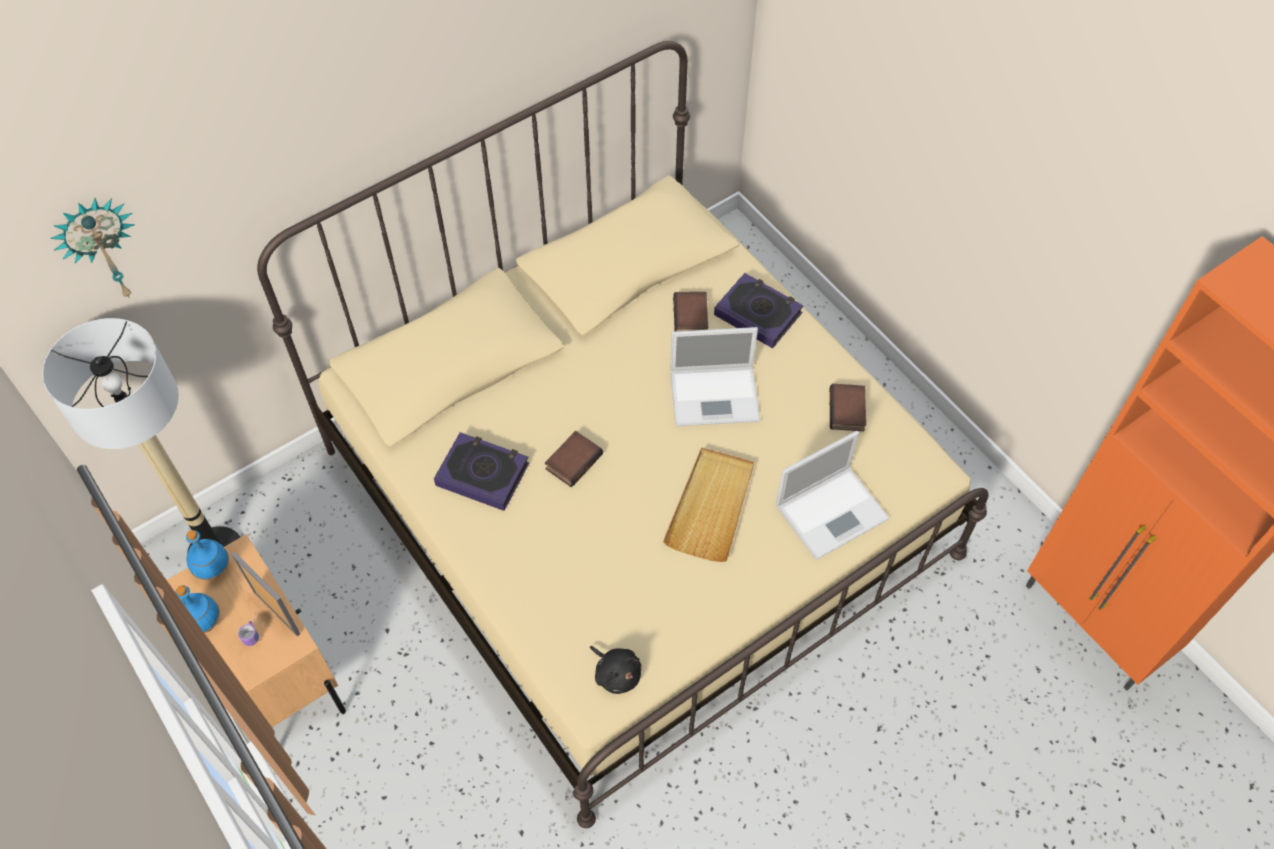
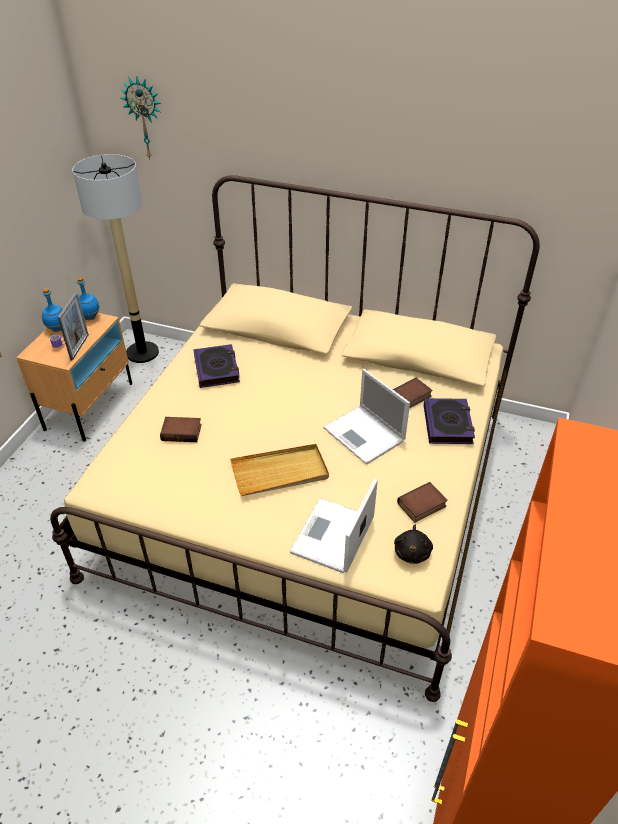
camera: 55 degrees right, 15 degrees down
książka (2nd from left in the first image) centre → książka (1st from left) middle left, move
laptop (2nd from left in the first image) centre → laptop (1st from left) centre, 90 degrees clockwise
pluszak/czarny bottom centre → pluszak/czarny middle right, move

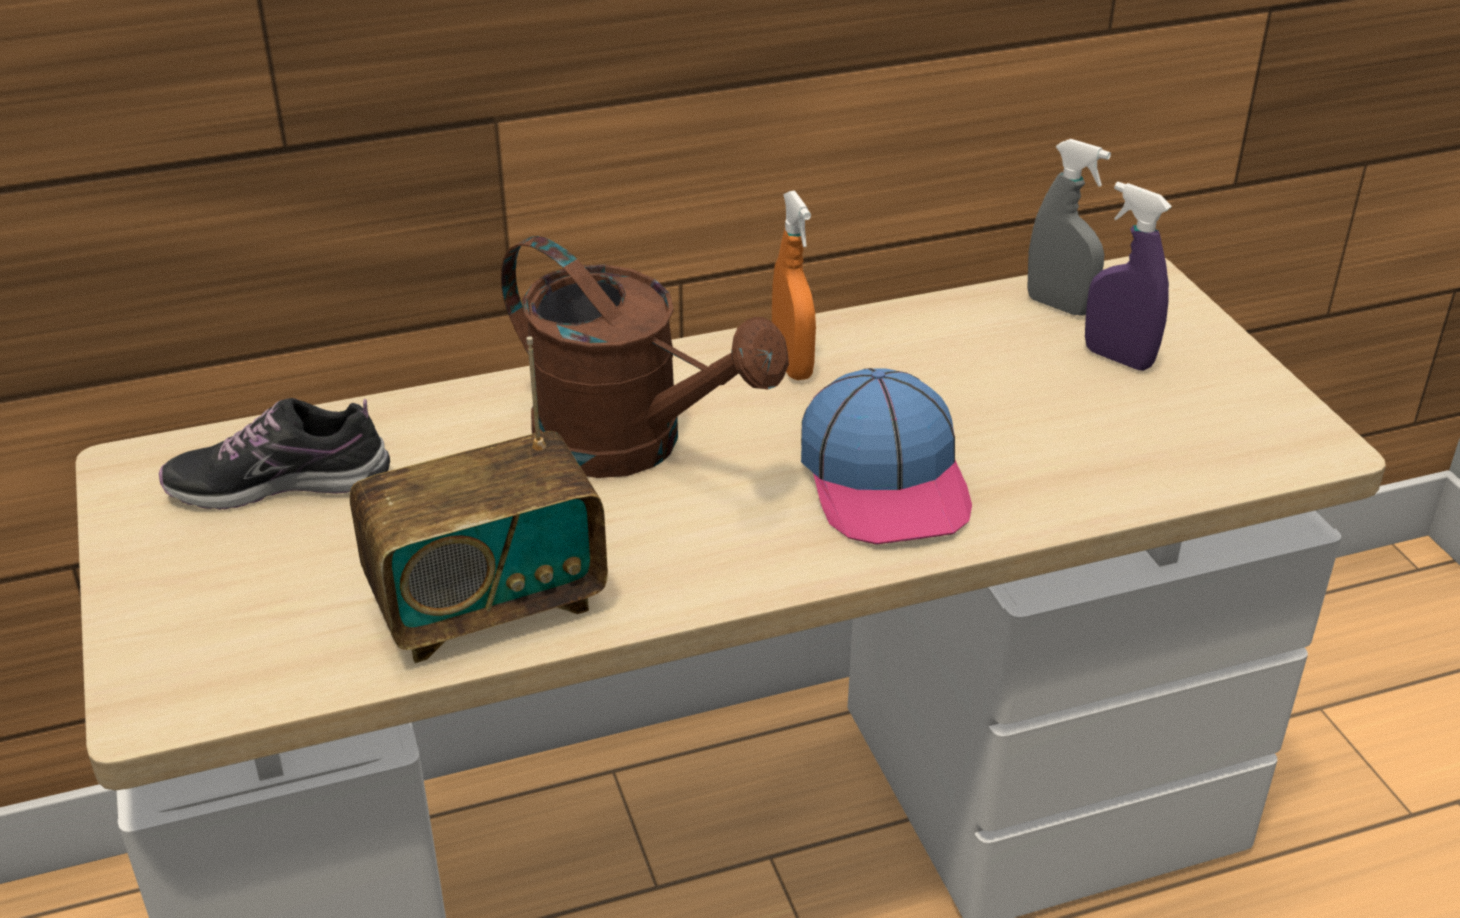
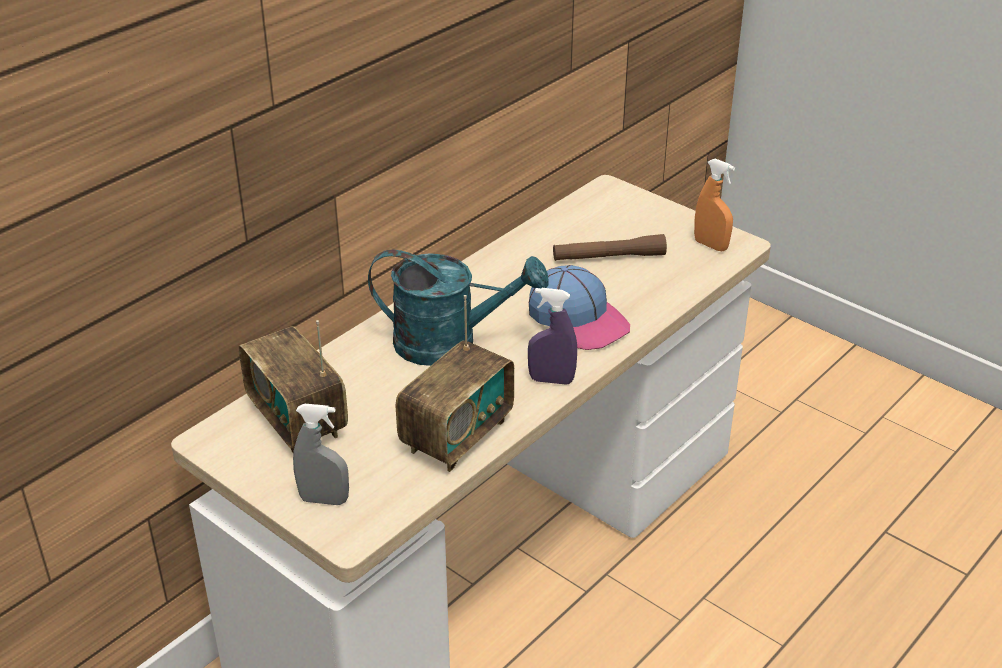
camera: 30 degrees left, 0 degrees up
spryskiwacz/szary top right → spryskiwacz/szary bottom left, move
spryskiwacz/fioletowy top right → spryskiwacz/fioletowy centre, move
spryskiwacz/pomarańczowy top centre → spryskiwacz/pomarańczowy top right, move
konewka/brązowy centre → konewka/turkusowy centre
but middle left → radio (1st from left) middle left
- → latarka/brązowy centre

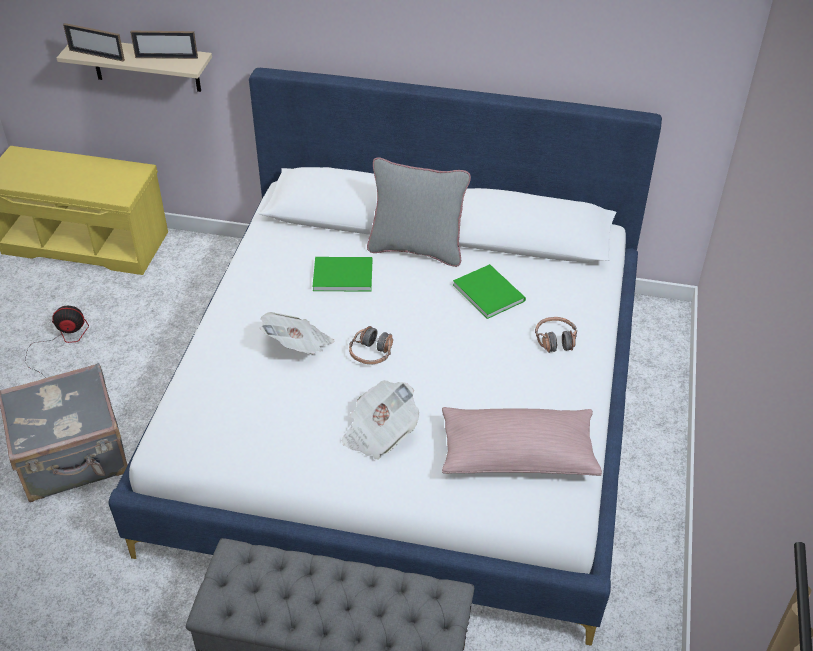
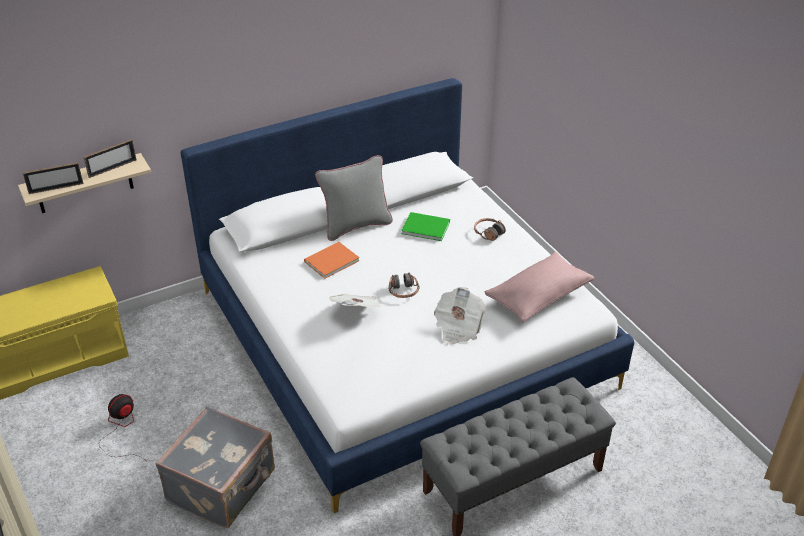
camera: 40 degrees left, 5 degrees down
książka/zielony (1st from left) centre → książka/pomarańczowy centre

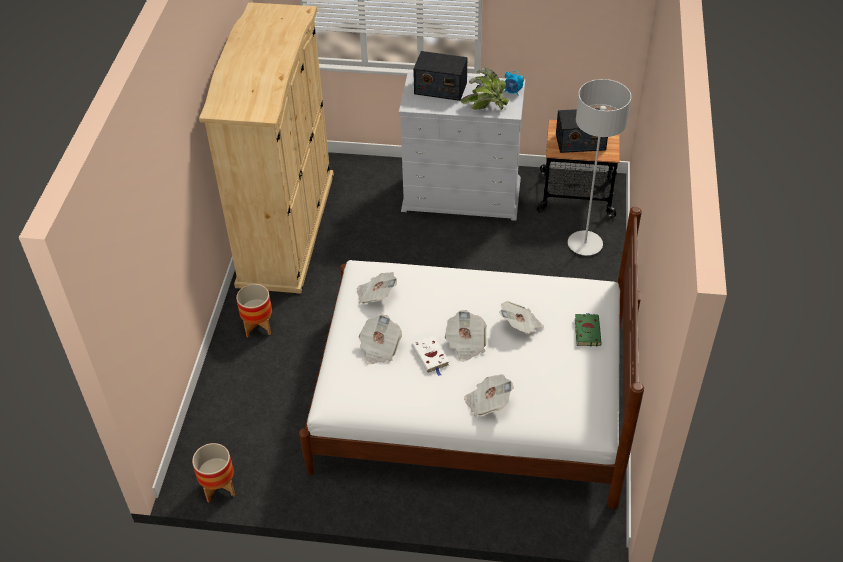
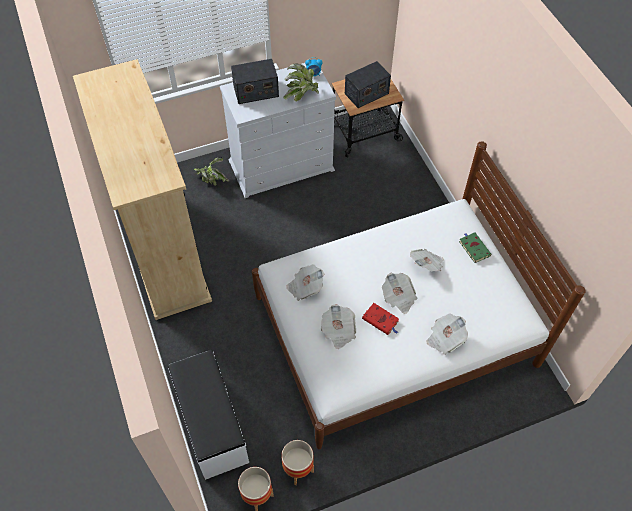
camera: 30 degrees left, 10 degrees up
lampa stojąca/szary top right → -
donica (2nd from left) middle left → donica (2nd from left) bottom centre, move
książka/biały centre → książka/czerwony centre
- → roślina doniczkowa (1st from left) centre
- → ławka/biały bottom left

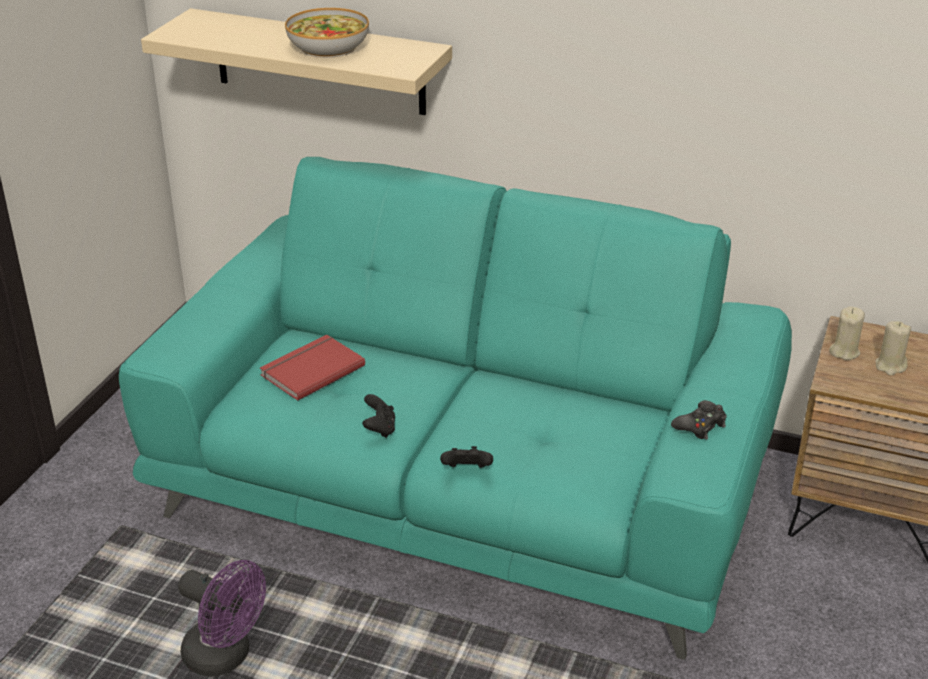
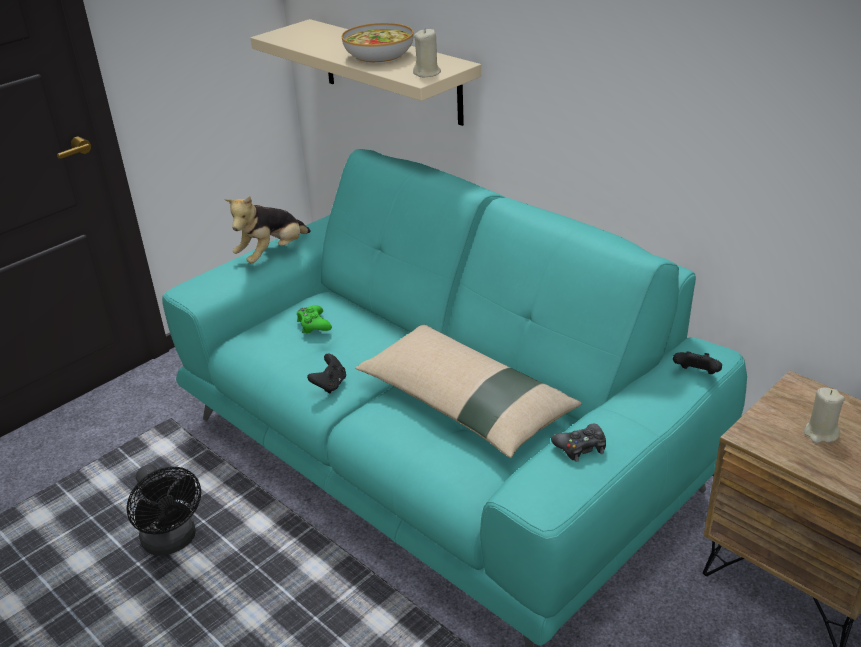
camera: 25 degrees right, 0 degrees up
świeca/beżowy (1st from left) middle right → świeca/beżowy (1st from left) top centre, move
książka/czerwony centre → pad do gier/zielony centre
pad do gier/czarny (2nd from left in the first image) bottom centre → pad do gier/czarny (3rd from left) middle right, move
wentylator/fioletowy bottom left → wentylator/czarny bottom left
- → pluszak middle left
- → poduszka/beżowy centre

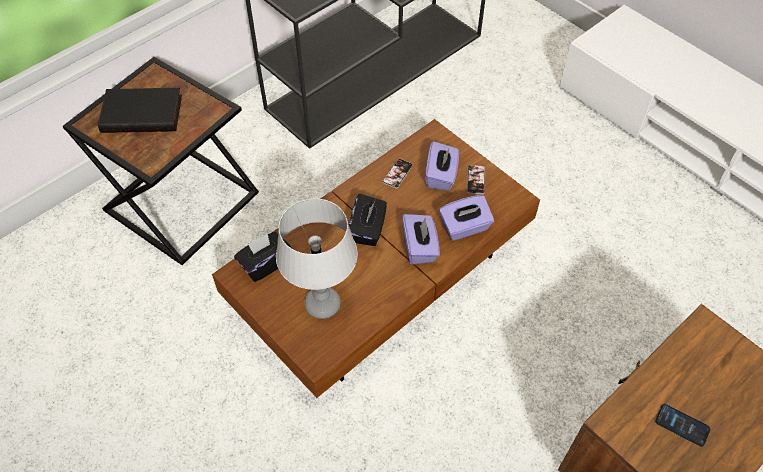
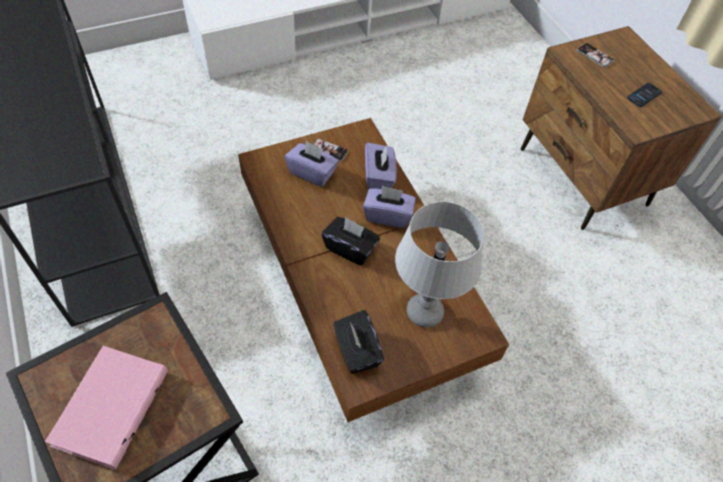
camera: 75 degrees left, 0 degrees up
książka/czarny top left → książka/różowy bottom left
telefon (1st from left in the first image) centre → telefon (2nd from left) top right, move

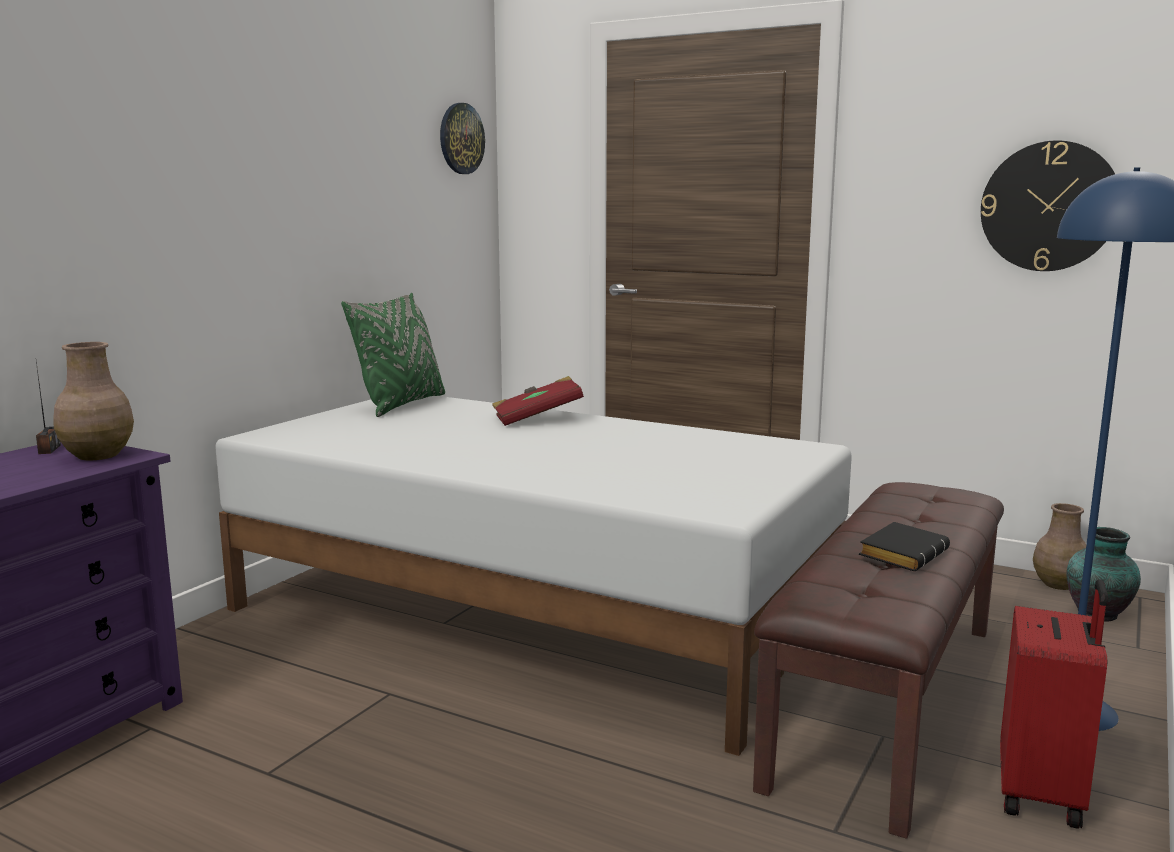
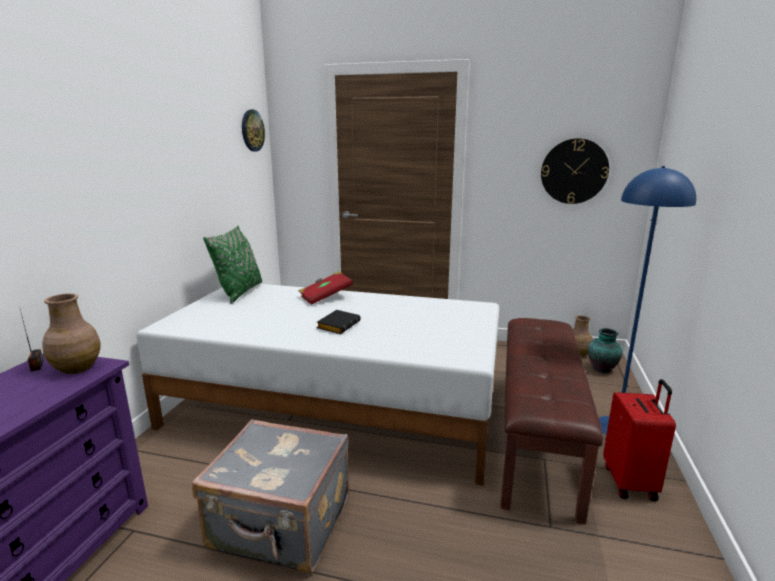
camera: 15 degrees left, 5 degrees up
książka/czarny middle right → książka/czarny centre, move
- → walizka/szary bottom centre

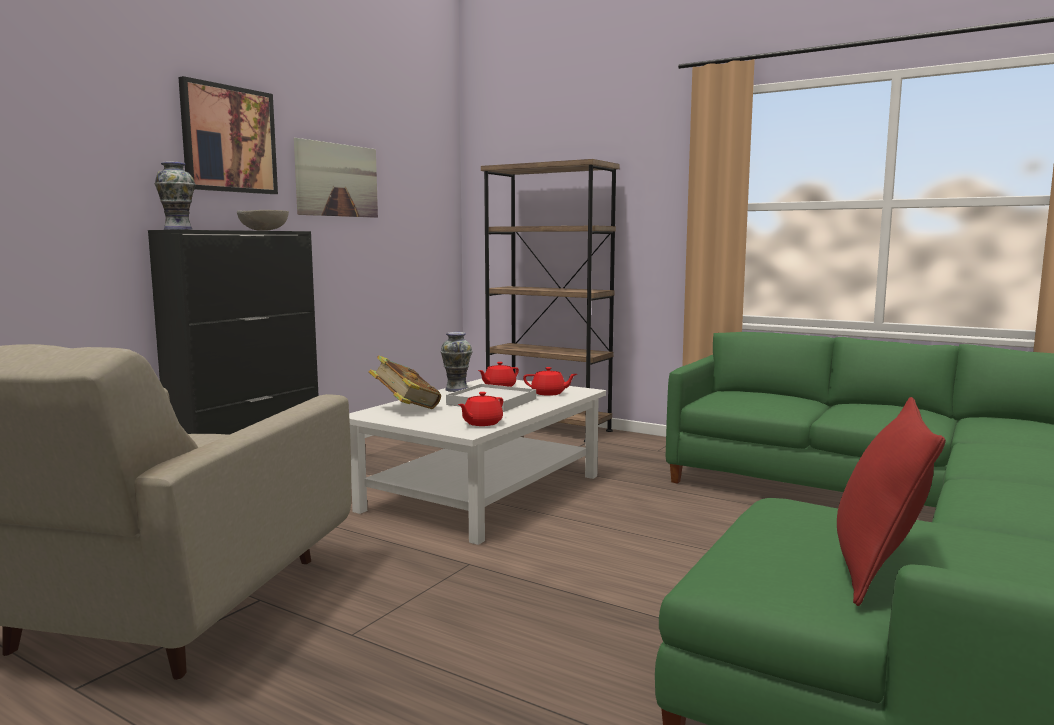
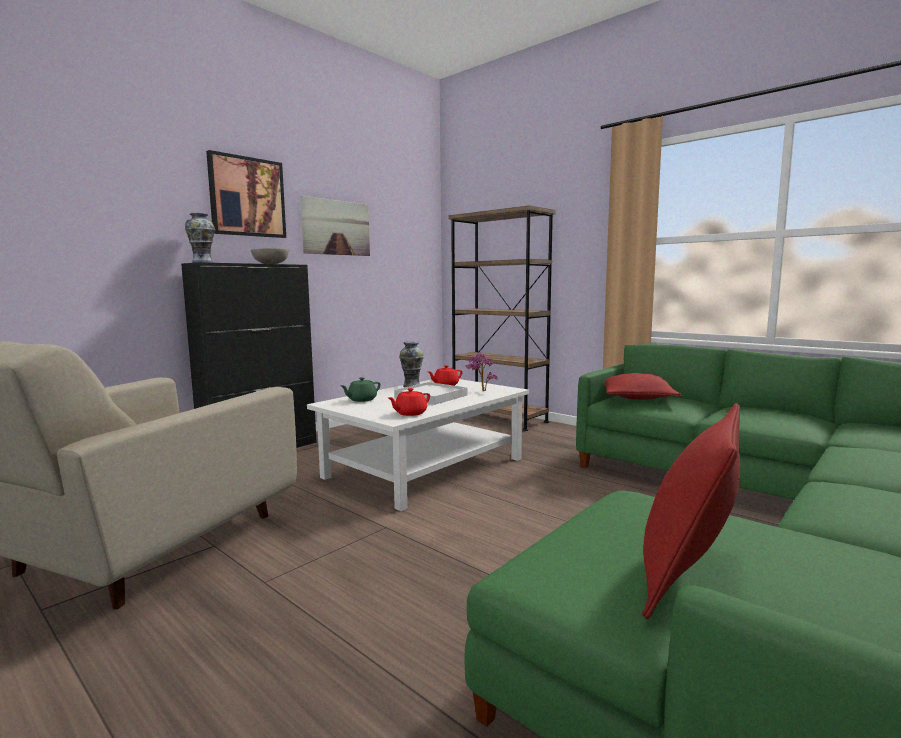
camera: 10 degrees right, 0 degrees up
książka centre → imbryk/zielony centre
imbryk/czerwony (3rd from left) centre → roślina doniczkowa centre
- → poduszka/czerwony (1st from left) middle right

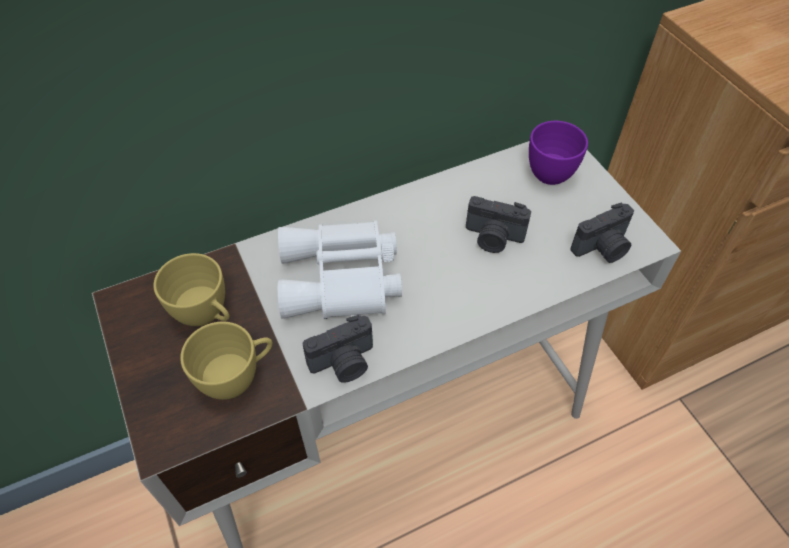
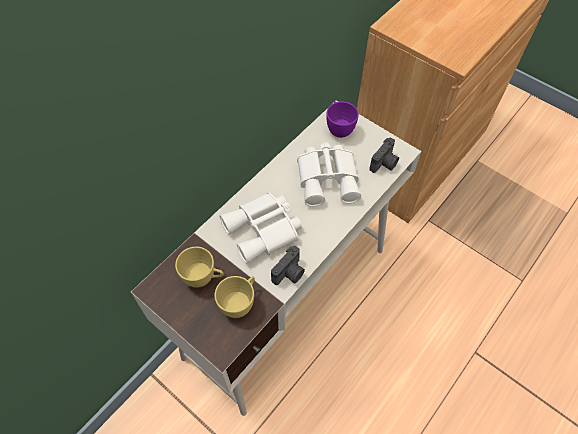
camera: 25 degrees left, 5 degrees up
aparat fotograficzny (2nd from left) centre → lornetka/biały (2nd from left) centre

